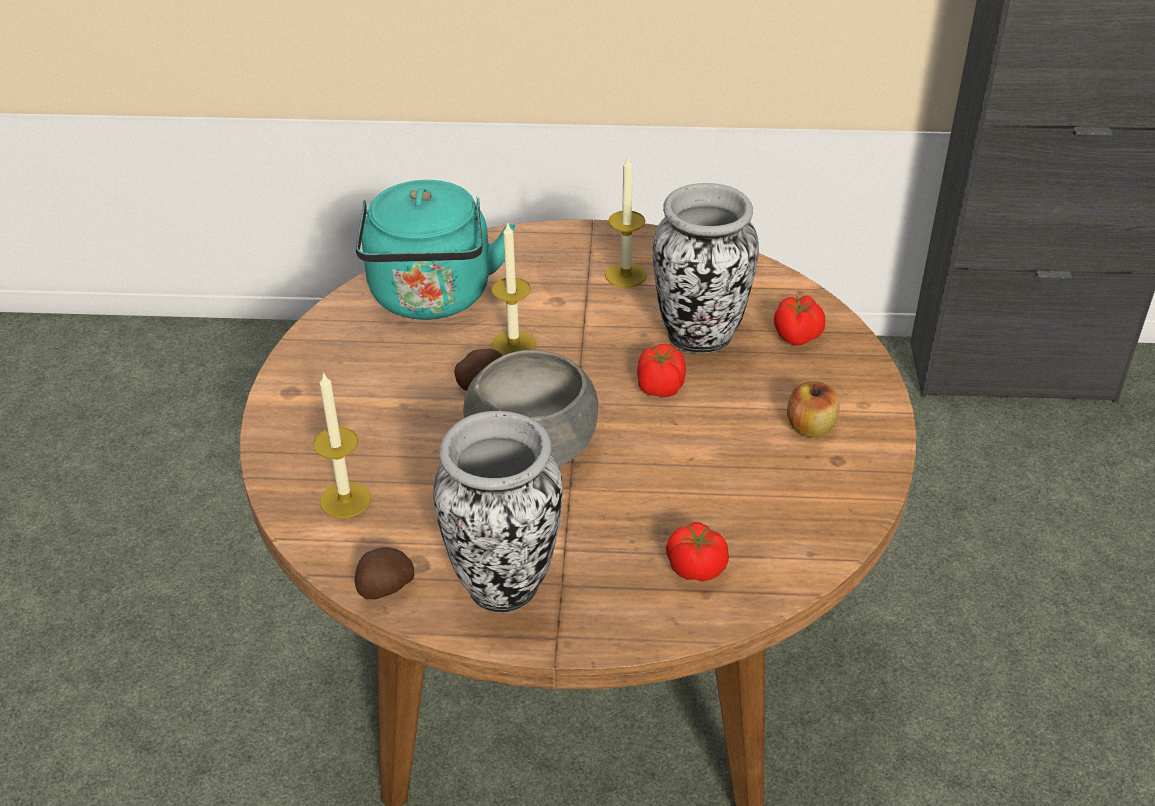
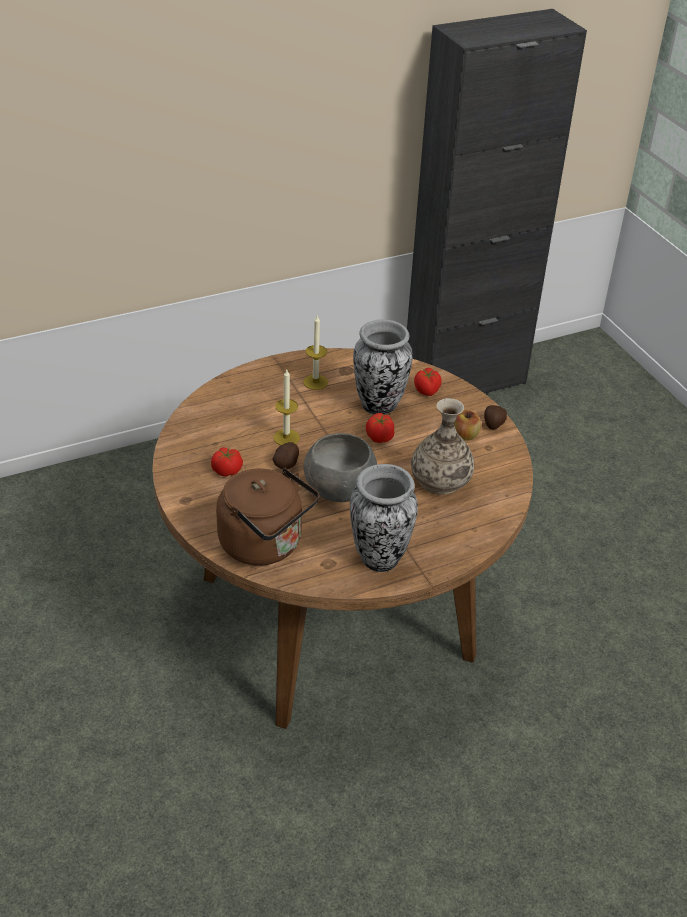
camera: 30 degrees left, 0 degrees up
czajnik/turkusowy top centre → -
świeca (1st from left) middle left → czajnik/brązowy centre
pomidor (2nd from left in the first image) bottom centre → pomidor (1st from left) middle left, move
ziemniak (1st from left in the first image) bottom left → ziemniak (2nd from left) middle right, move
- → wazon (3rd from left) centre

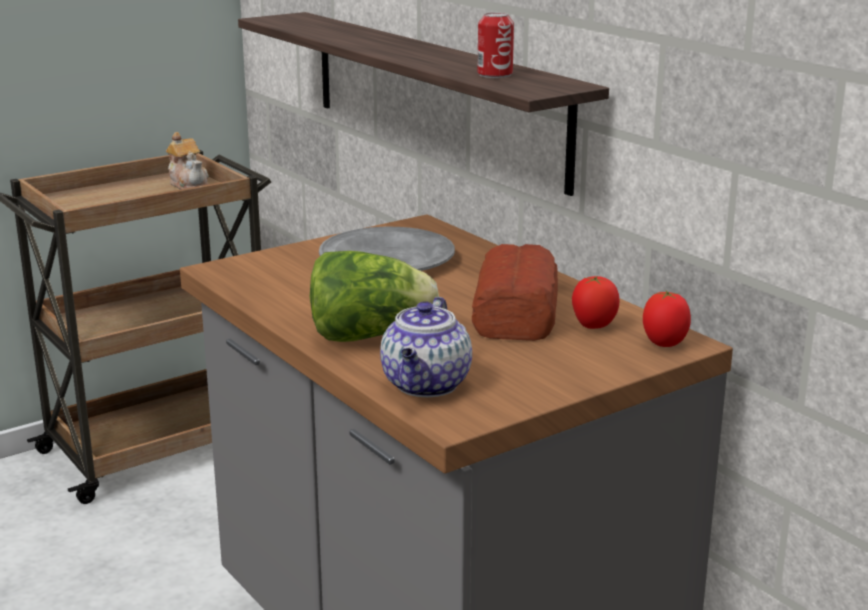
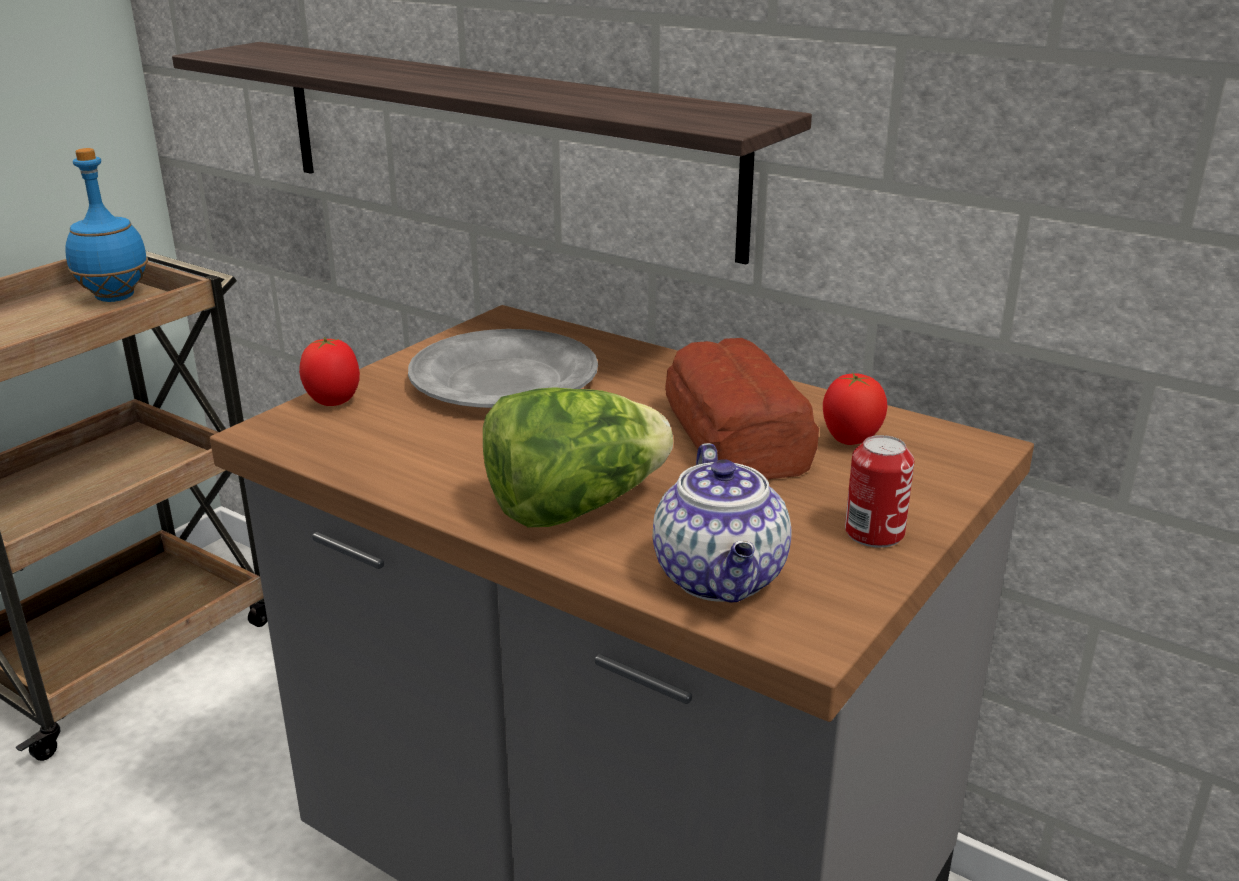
camera: 20 degrees left, 5 degrees up
puszka top centre → puszka middle right, move
imbryk (1st from left) top left → butelka/niebieski top left
pomidor (2nd from left in the first image) middle right → pomidor (1st from left) middle left, move

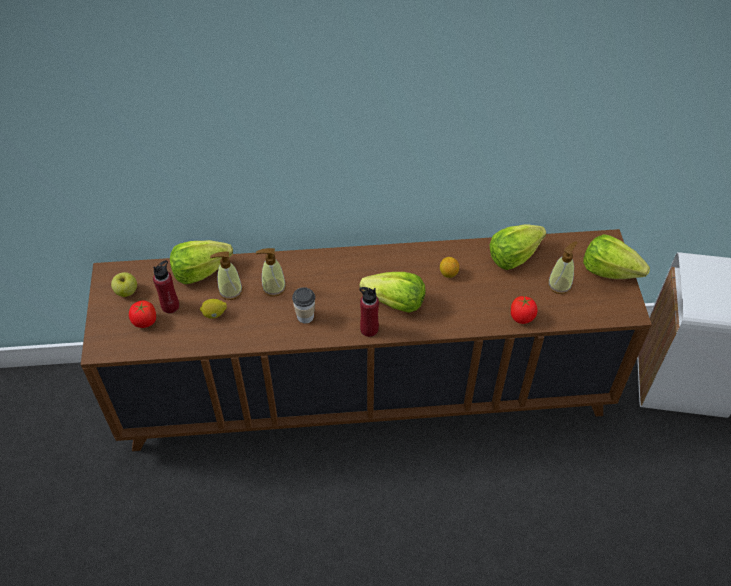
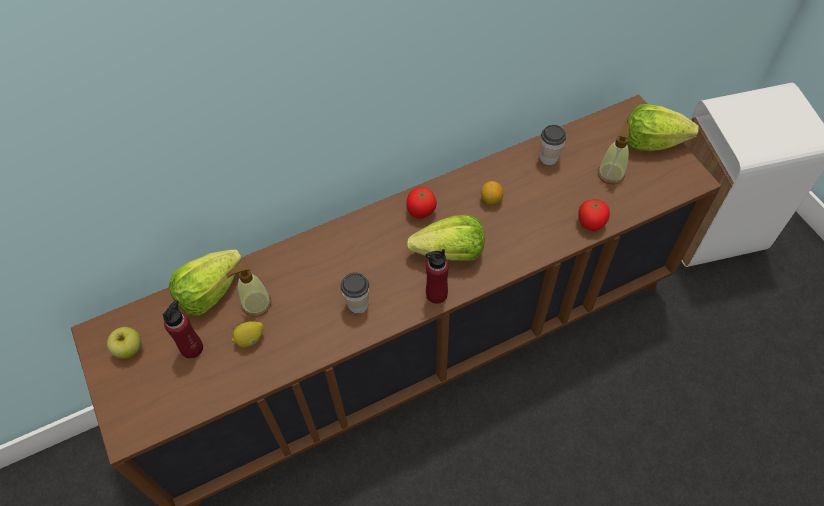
camera: 20 degrees left, 5 degrees up
sałata (3rd from left) middle right → filiżanka (2nd from left) top right
dozownik mydła (2nd from left) centre → -
pomidor (1st from left) middle left → pomidor (1st from left) centre, move

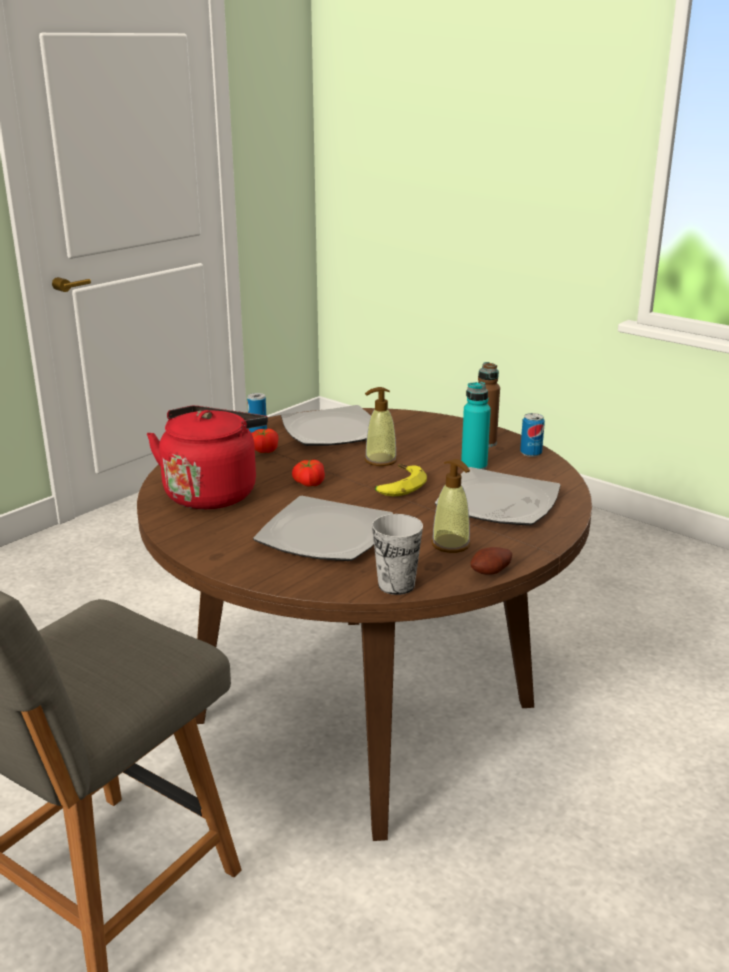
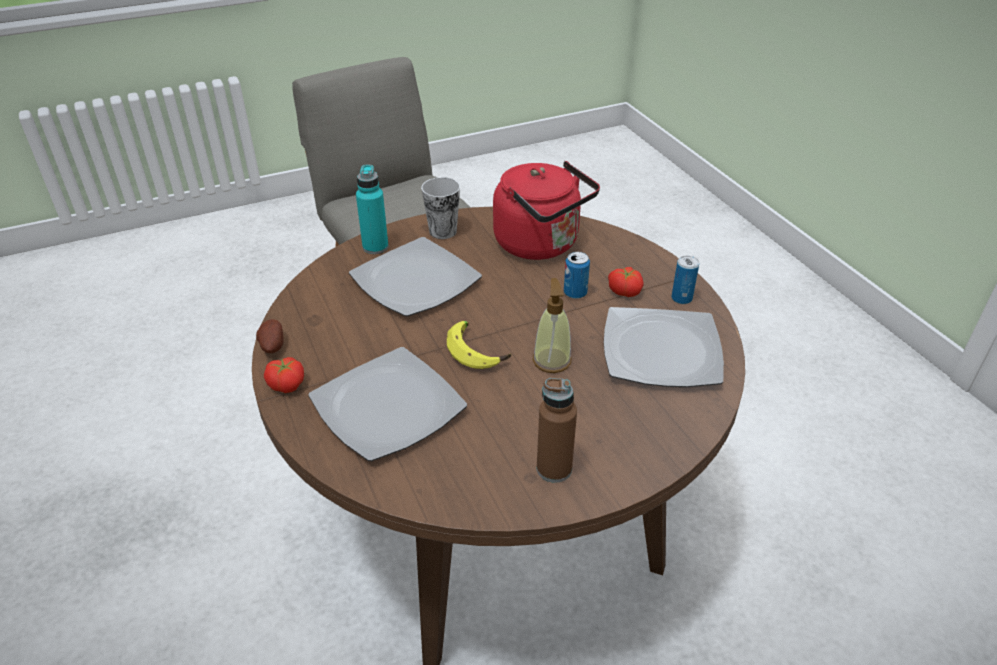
camera: 115 degrees right, 15 degrees up
butelka/turkusowy centre → butelka/turkusowy top centre, move
puszka (2nd from left in the first image) middle right → puszka (1st from left) centre, move
dozownik mydła (2nd from left) centre → -
pomidor (2nd from left in the first image) centre → pomidor (1st from left) middle left, move
filiżanka centre → filiżanka top centre, move

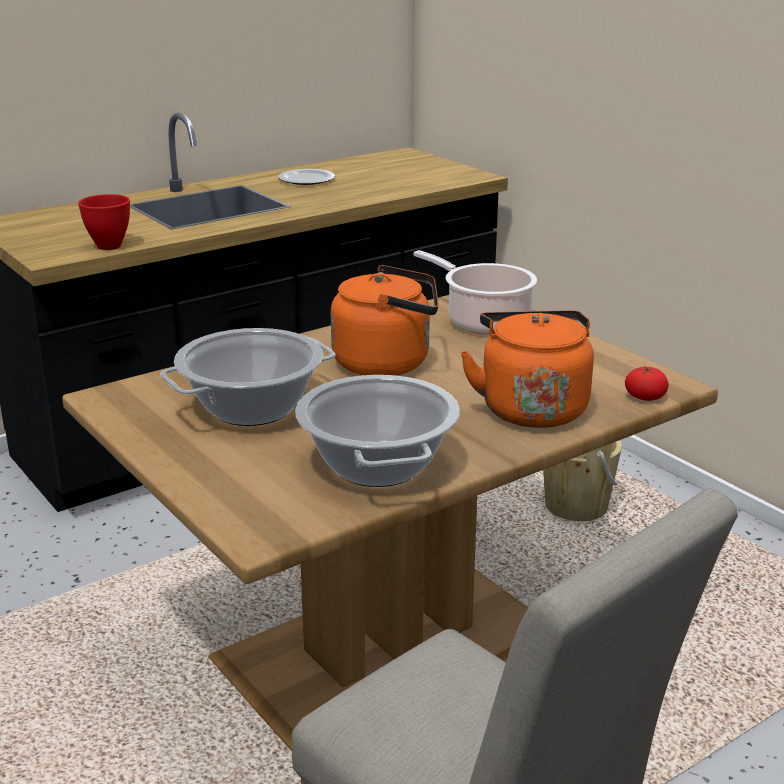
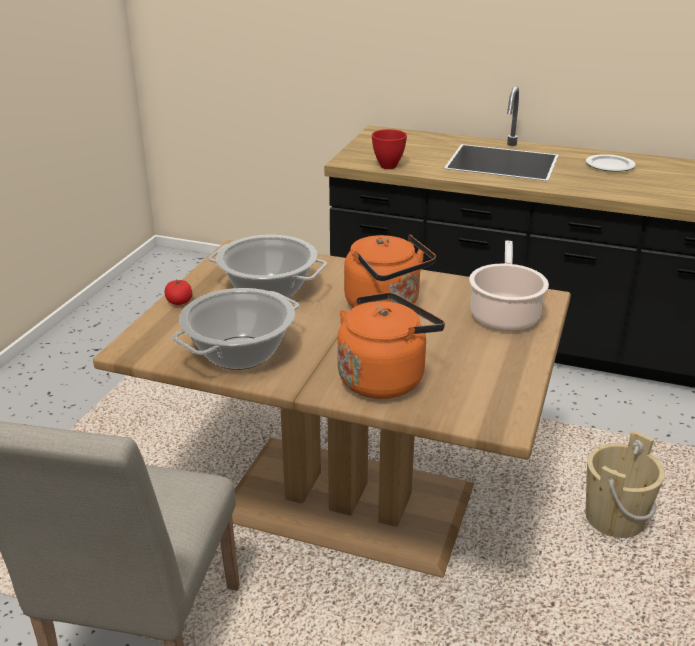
camera: 55 degrees right, 5 degrees up
pomidor middle right → pomidor middle left, move

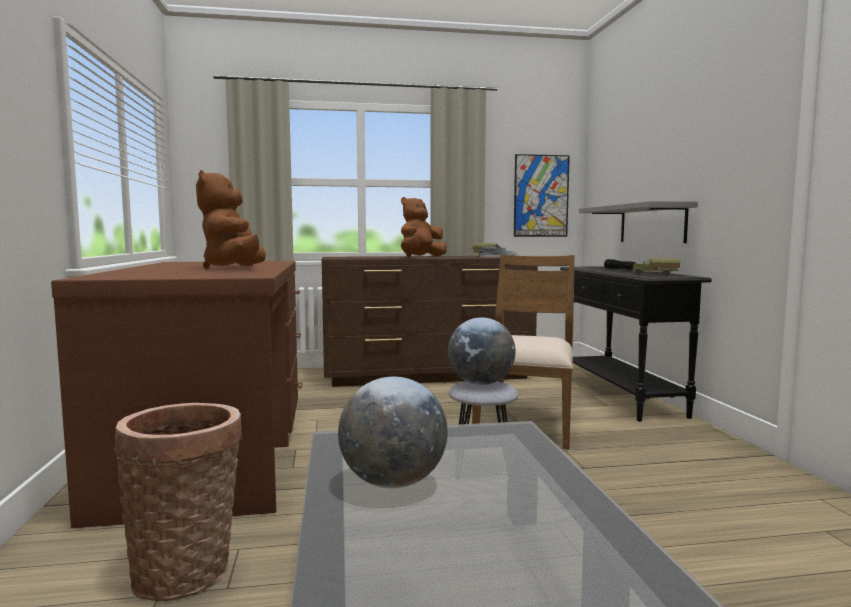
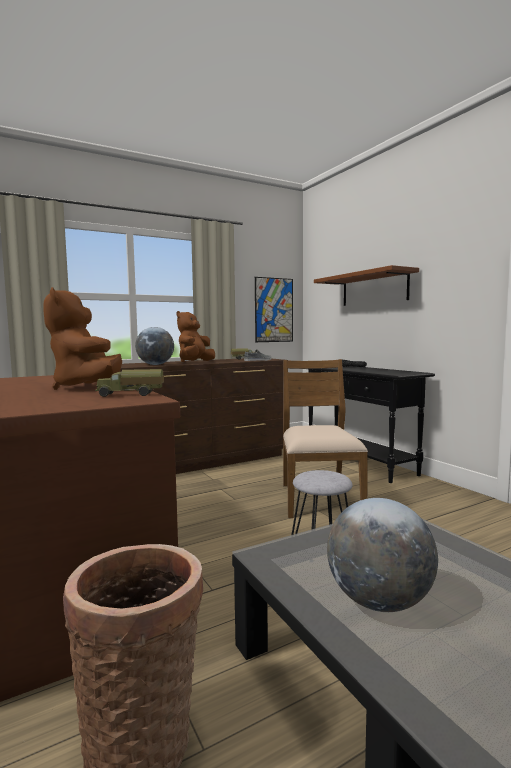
camera: 20 degrees left, 0 degrees up
półka/szary middle right → -
ciężarówka zabawkowa (2nd from left in the first image) middle right → ciężarówka zabawkowa (1st from left) middle left, move
globus (2nd from left in the first image) centre → globus (1st from left) middle left, move
- → półka/brązowy middle right

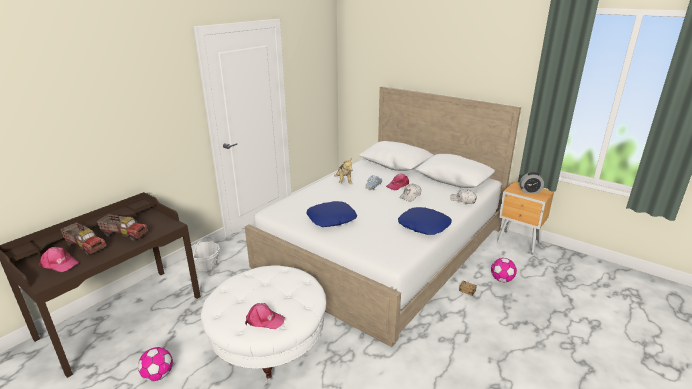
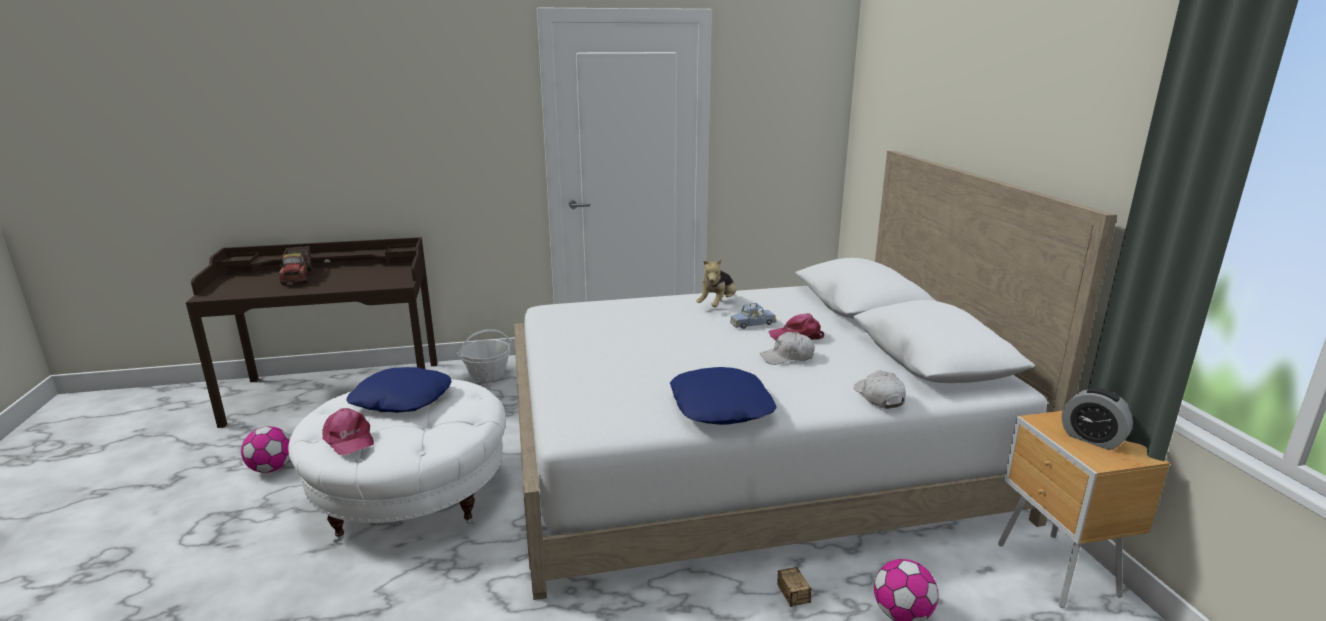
camera: 40 degrees right, 5 degrees down
poduszka/niebieski (1st from left) centre → poduszka/niebieski (1st from left) middle left, move
ciężarówka zabawkowa (2nd from left) middle left → -
czapka z daszkiem/różowy (1st from left) middle left → -

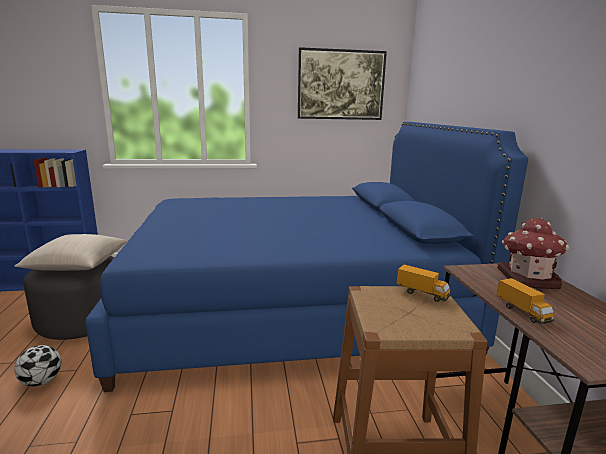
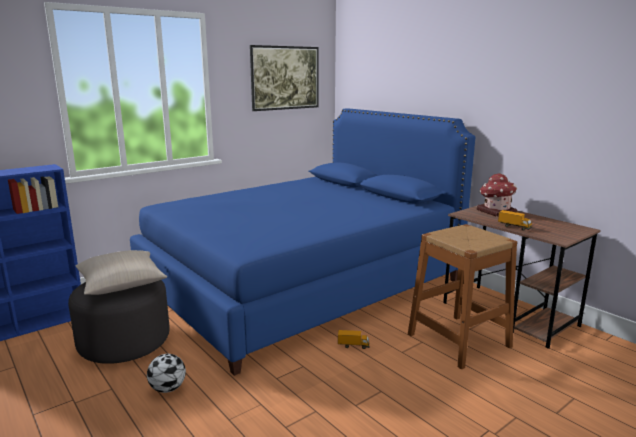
camera: 30 degrees left, 0 degrees up
ciężarówka zabawkowa (1st from left) middle right → ciężarówka zabawkowa (1st from left) bottom centre, move

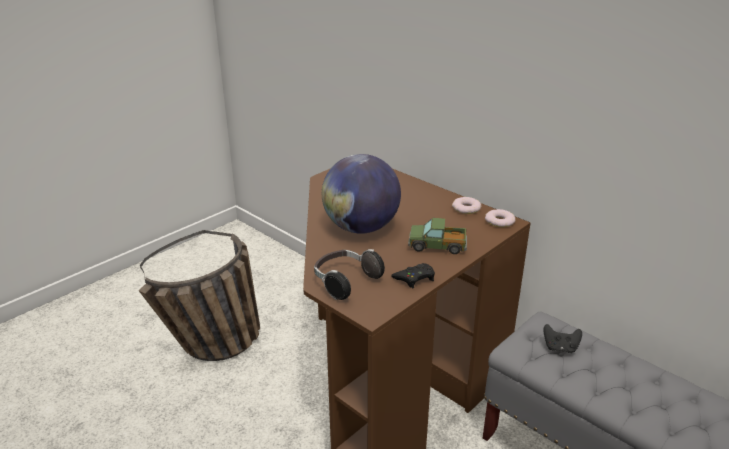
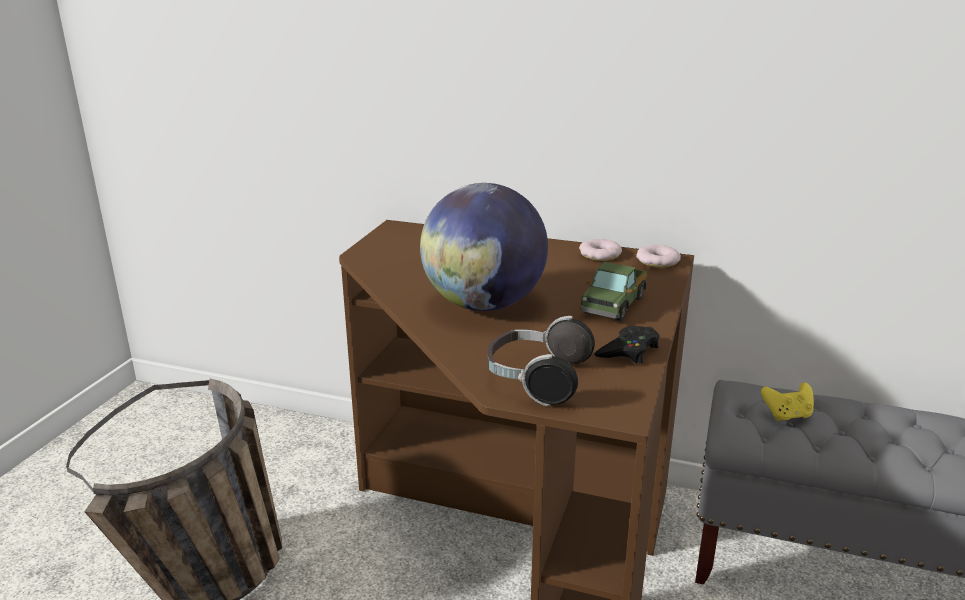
camera: 25 degrees left, 5 degrees down
ciężarówka zabawkowa centre, 45 degrees counterclockwise
pad do gier/czarny (2nd from left) bottom right → pad do gier/żółty bottom right

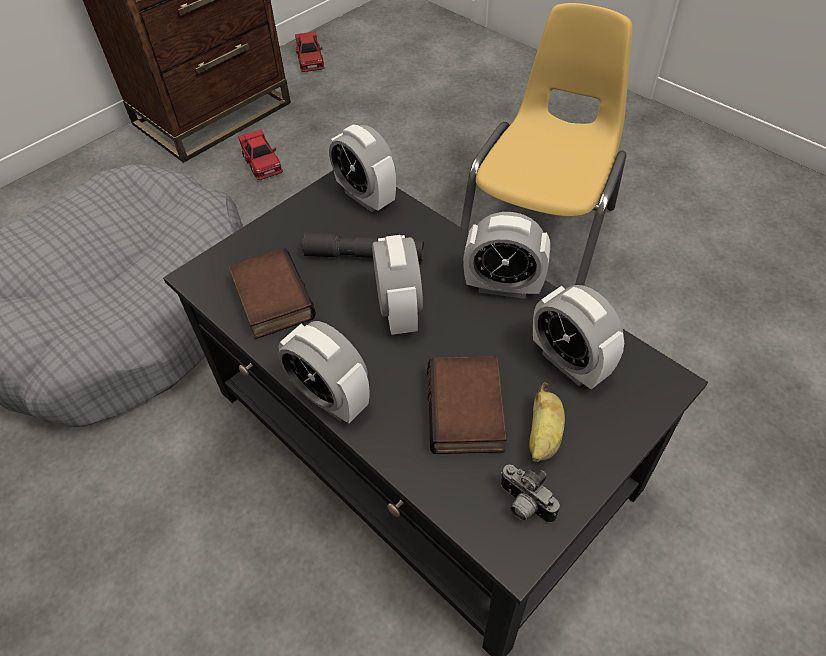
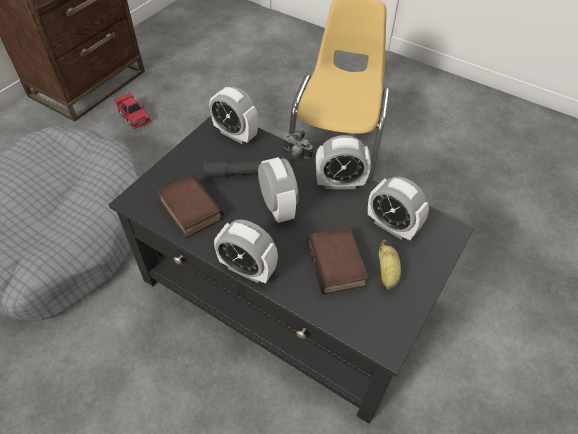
camera: 15 degrees left, 0 degrees up
samochodzik/czerwony (2nd from left) top centre → -
aparat fotograficzny bottom centre → aparat fotograficzny top centre, move

